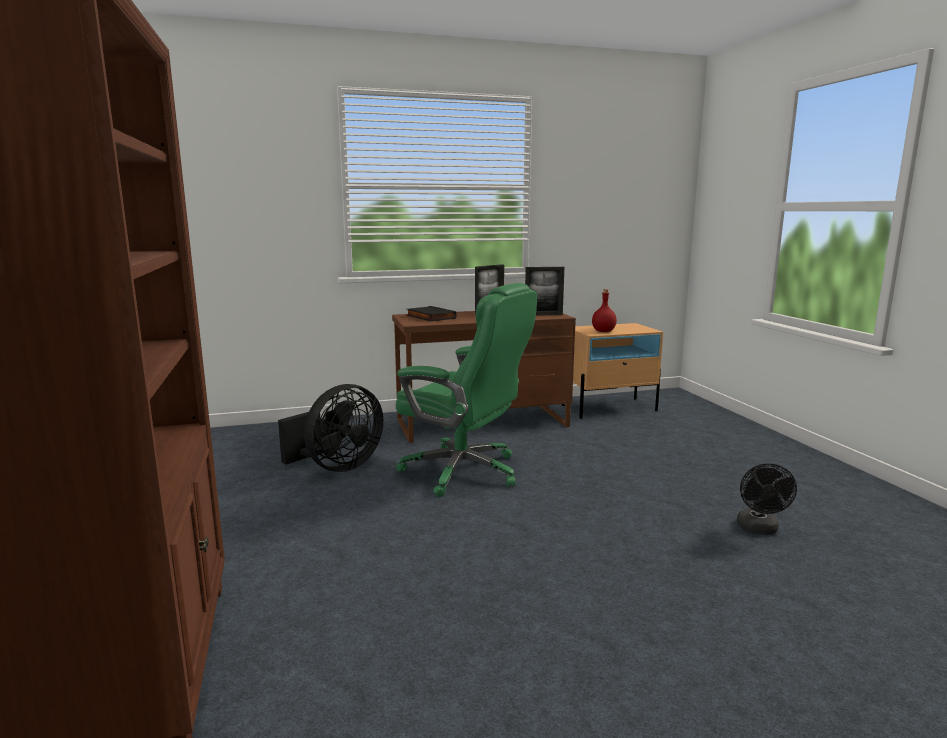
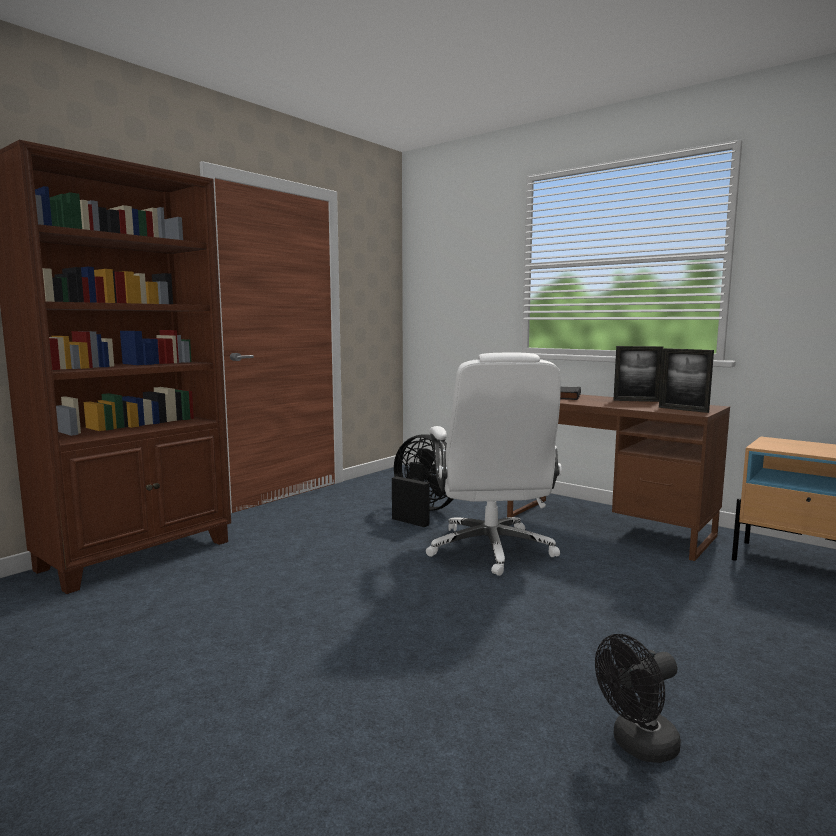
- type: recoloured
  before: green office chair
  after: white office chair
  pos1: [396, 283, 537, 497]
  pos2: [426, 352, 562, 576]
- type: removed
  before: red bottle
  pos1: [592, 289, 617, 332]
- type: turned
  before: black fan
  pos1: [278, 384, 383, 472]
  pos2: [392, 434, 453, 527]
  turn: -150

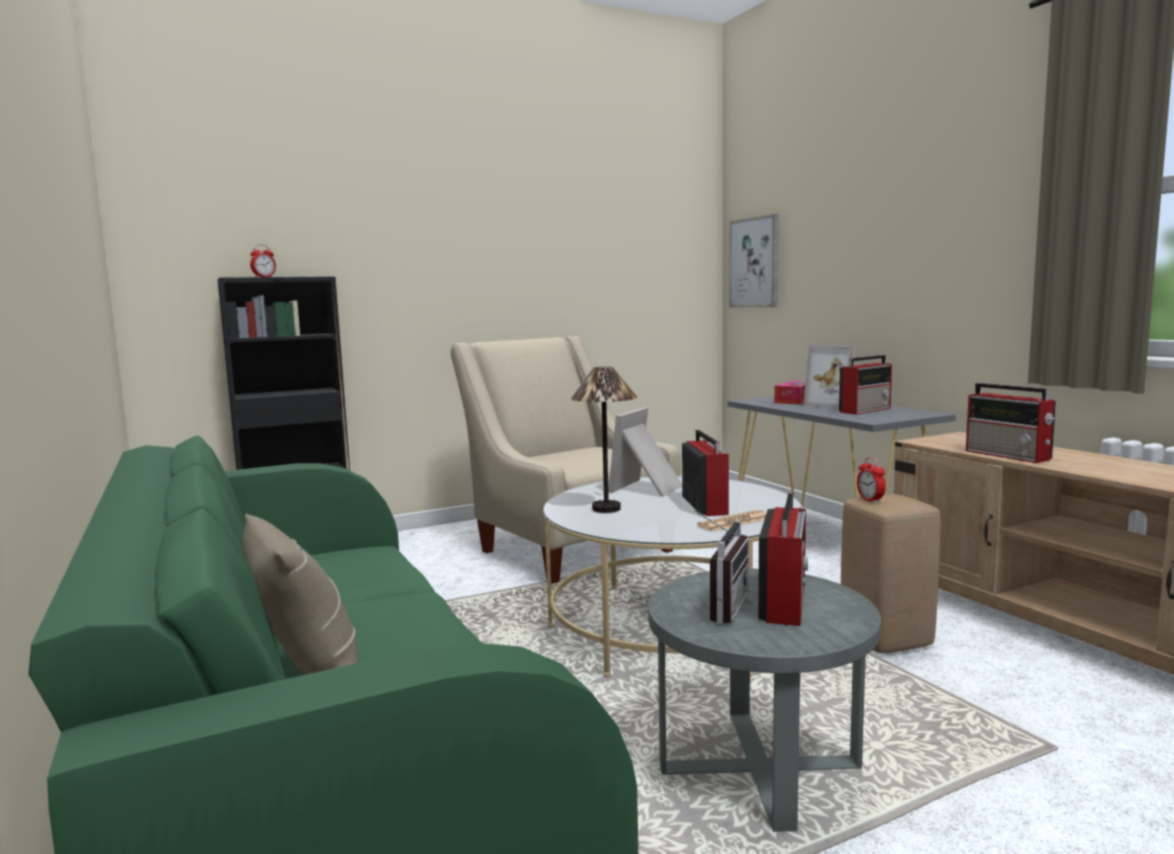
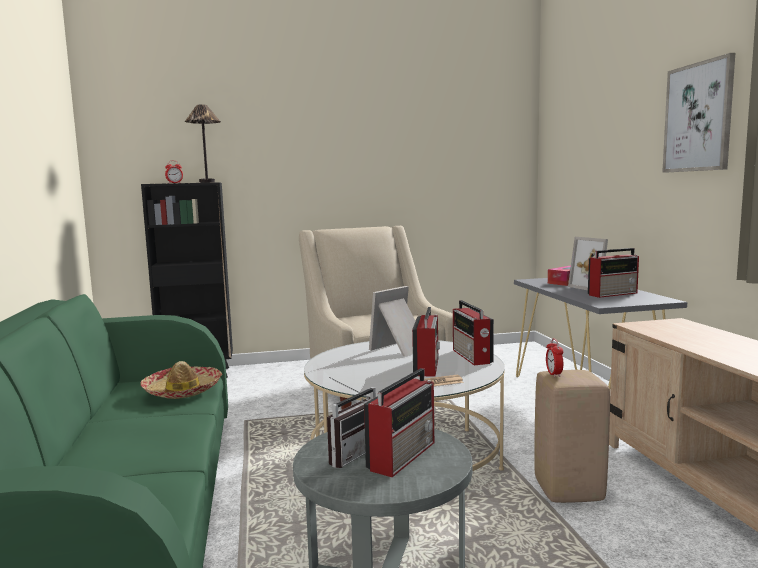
- type: moved
  before: picture
  pos1: [729, 214, 779, 308]
  pos2: [662, 53, 735, 173]
- type: moved
  before: table lamp
  pos1: [571, 367, 637, 513]
  pos2: [185, 104, 221, 183]
- type: moved
  before: radio
  pos1: [966, 383, 1056, 463]
  pos2: [453, 300, 494, 365]
- type: removed
  before: beige pillow
  pos1: [242, 514, 359, 675]
- type: added
  after: hat
  pos2: [140, 361, 222, 399]

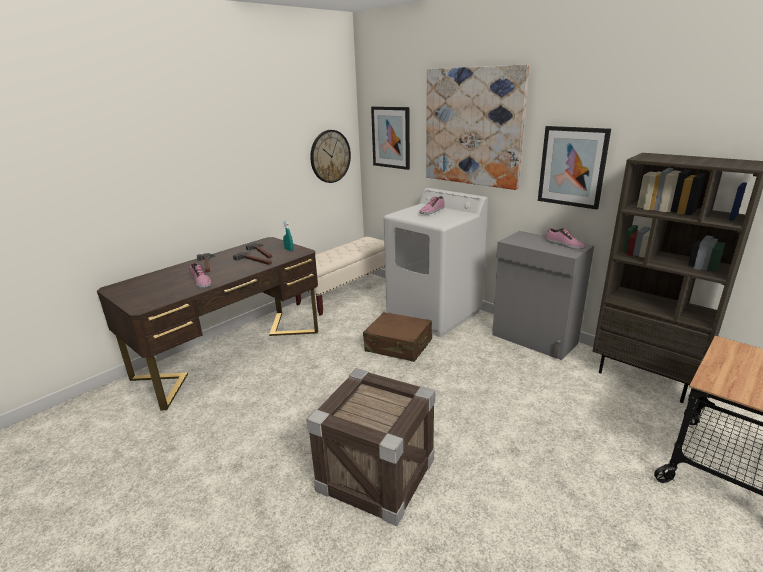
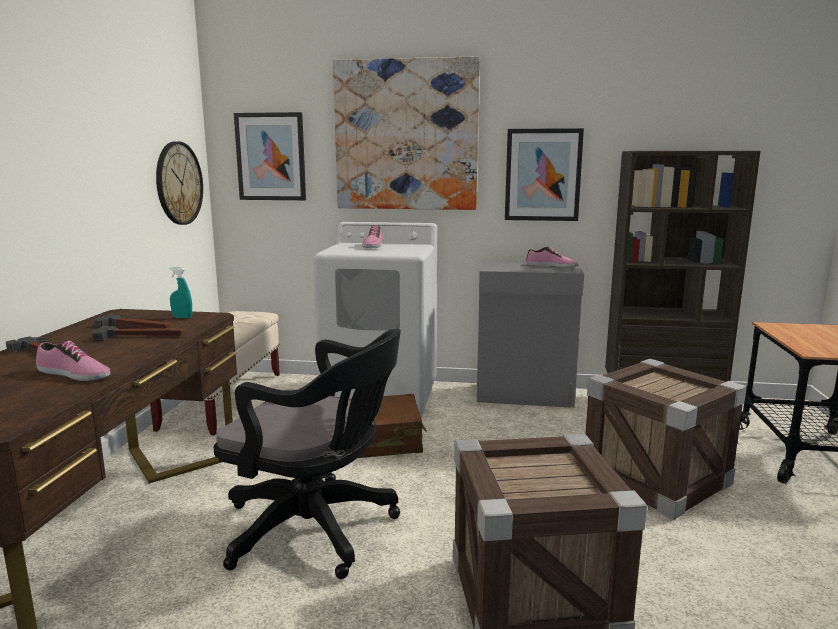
- type: added
  after: black office chair
  pos2: [214, 329, 401, 579]
- type: added
  after: crate
  pos2: [585, 359, 747, 520]

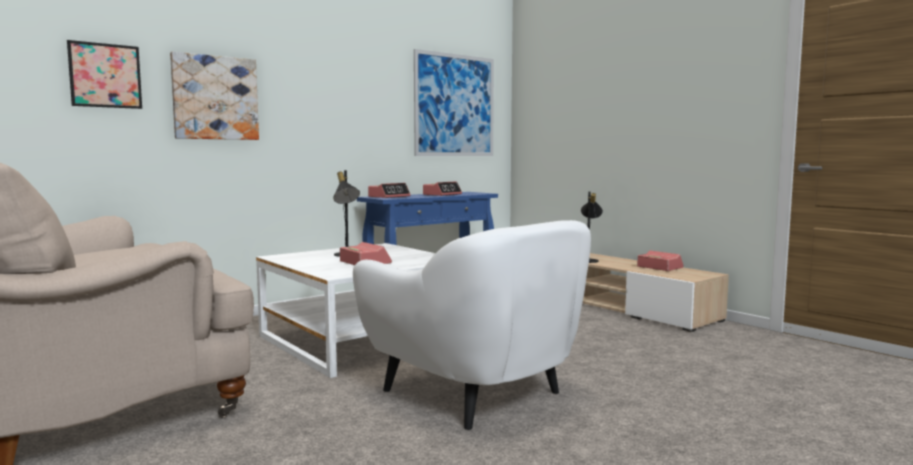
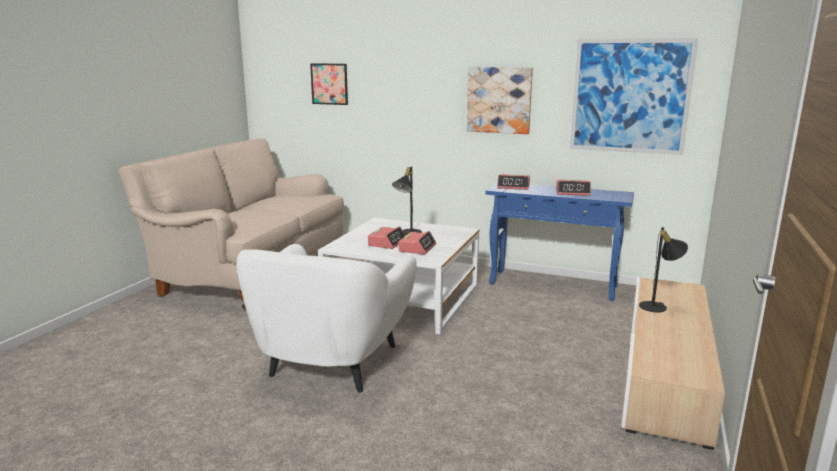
- type: moved
  before: picture
  pos1: [170, 52, 259, 140]
  pos2: [467, 67, 533, 134]
- type: moved
  before: alarm clock
  pos1: [637, 251, 684, 271]
  pos2: [399, 231, 436, 254]

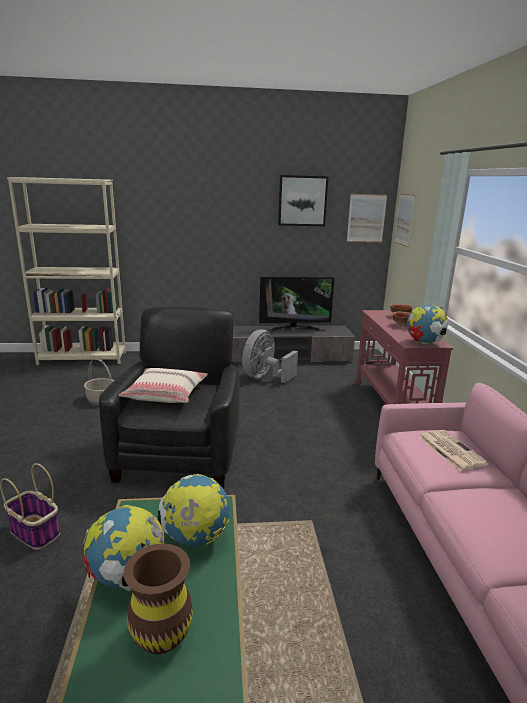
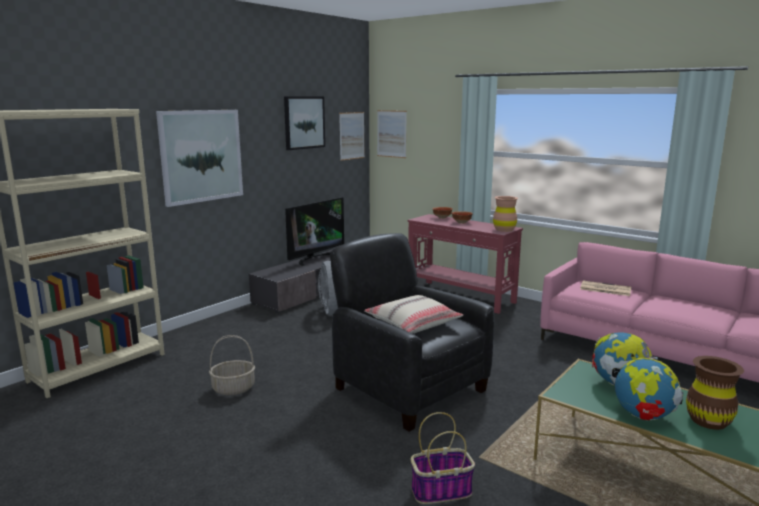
- type: replaced
  before: globe
  after: brown vase
  pos1: [407, 304, 448, 344]
  pos2: [493, 196, 518, 232]
- type: added
  after: picture
  pos2: [156, 110, 243, 207]

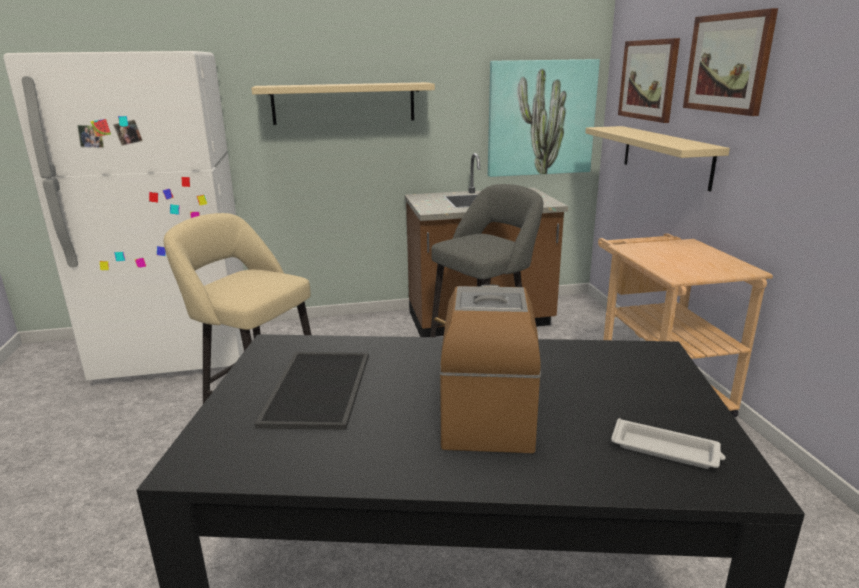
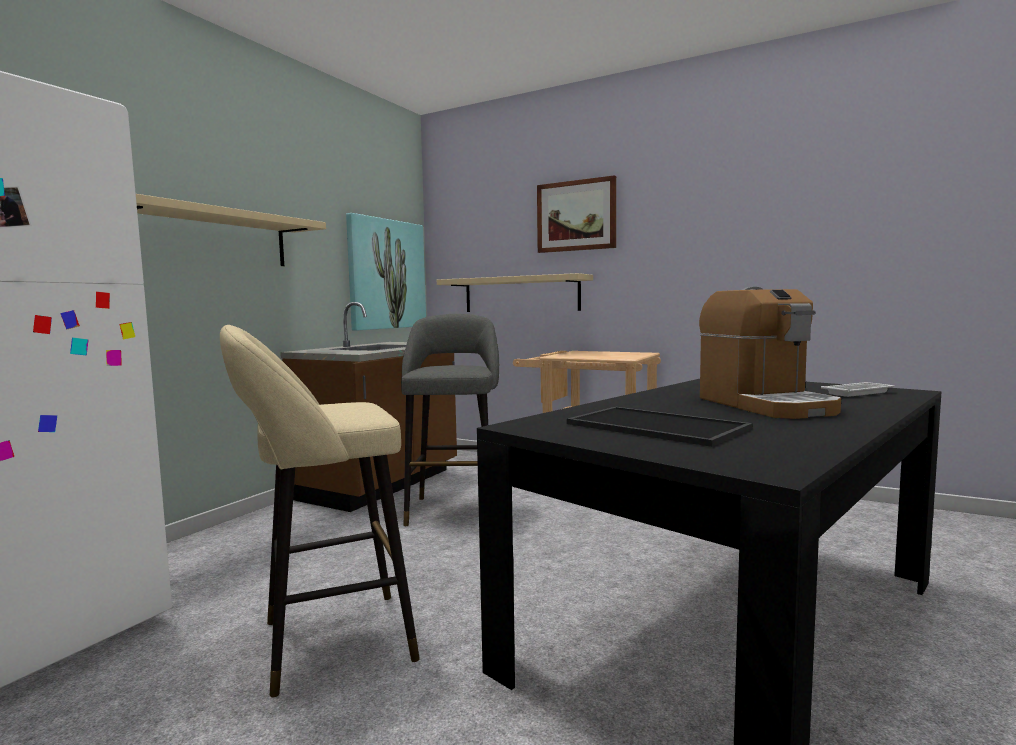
- type: removed
  before: picture
  pos1: [618, 38, 680, 123]
- type: turned
  before: coffee machine
  pos1: [439, 284, 541, 453]
  pos2: [699, 287, 841, 419]
  turn: -150

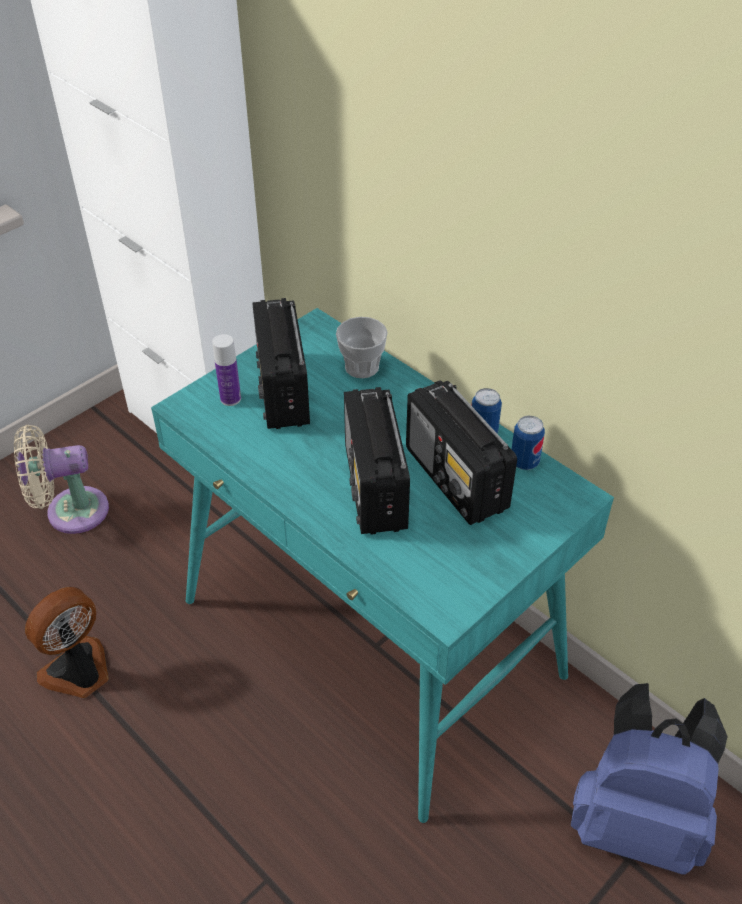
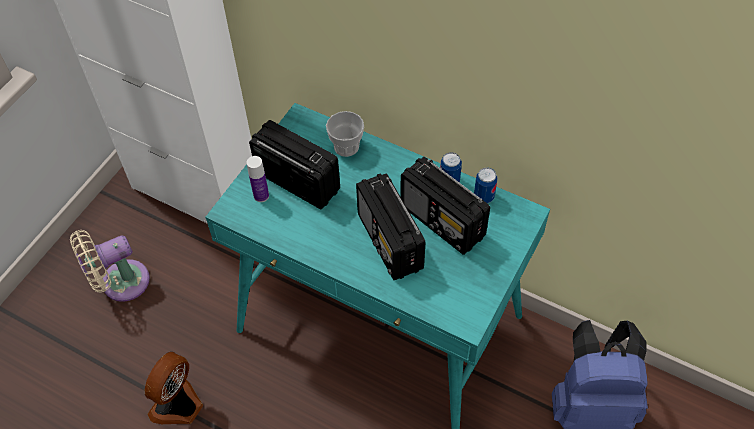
- type: turned
  before: radio
  pos1: [252, 298, 310, 429]
  pos2: [249, 120, 340, 209]
  turn: 150

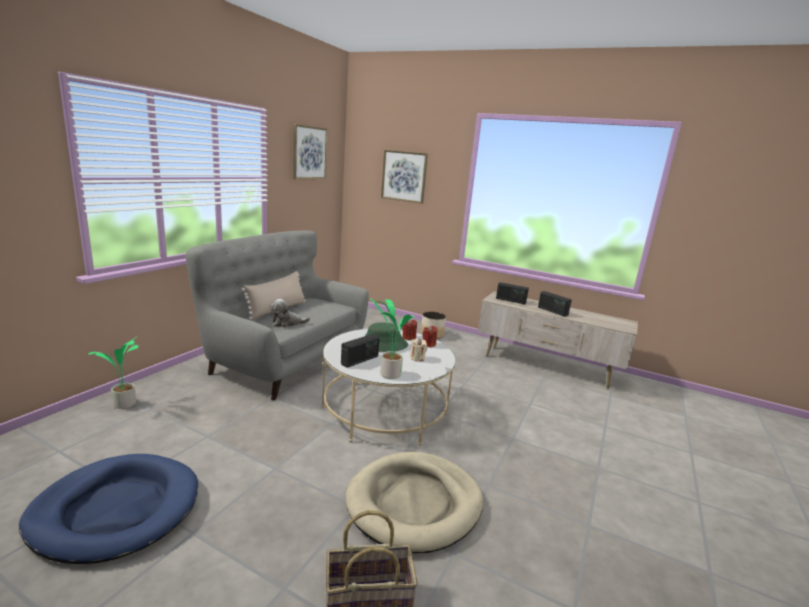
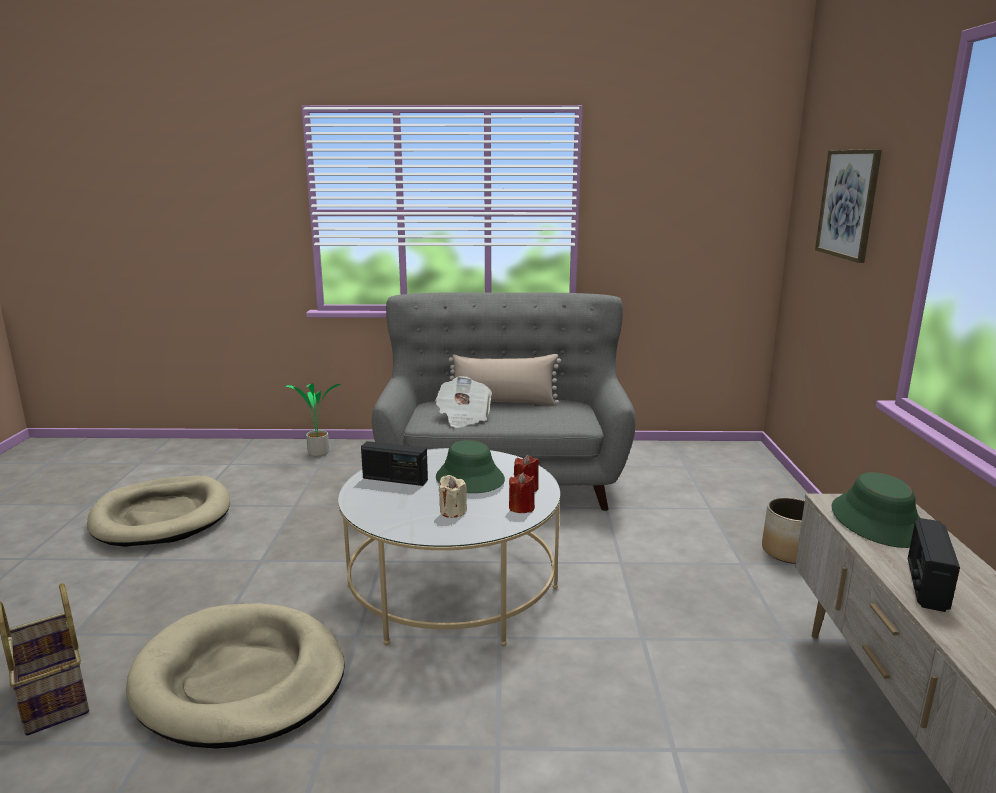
- type: removed
  before: picture
  pos1: [293, 124, 328, 179]
- type: replaced
  before: radio
  after: green hat
  pos1: [496, 282, 529, 304]
  pos2: [832, 472, 920, 548]
- type: removed
  before: potted plant
  pos1: [369, 298, 414, 379]
- type: replaced
  before: plush toy
  after: newspaper
  pos1: [270, 299, 310, 327]
  pos2: [435, 376, 492, 428]
- type: recoloured
  before: blue dog bed
  after: beige dog bed
  pos1: [19, 454, 198, 564]
  pos2: [87, 476, 230, 547]

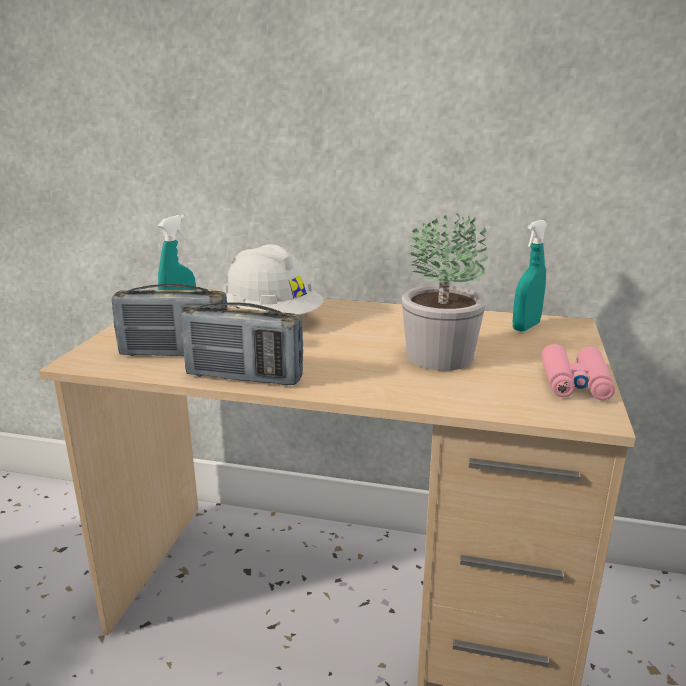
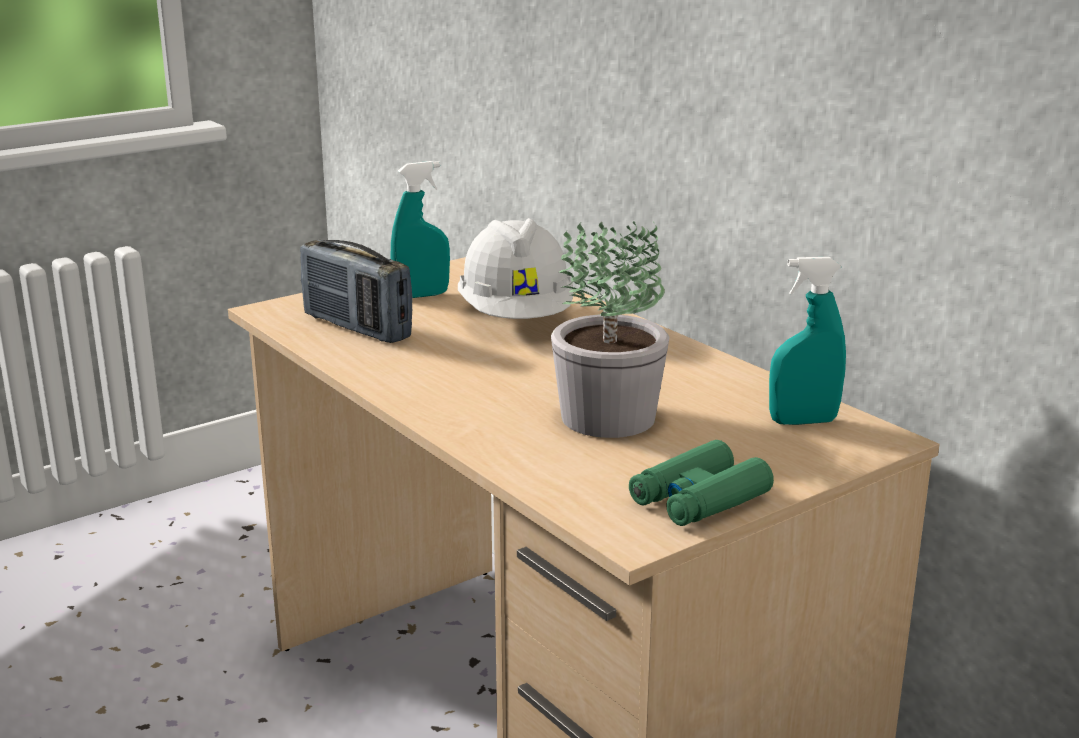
- type: removed
  before: radio
  pos1: [181, 302, 303, 385]
- type: recoloured
  before: pink binoculars
  after: green binoculars
  pos1: [541, 344, 615, 400]
  pos2: [629, 440, 774, 526]

